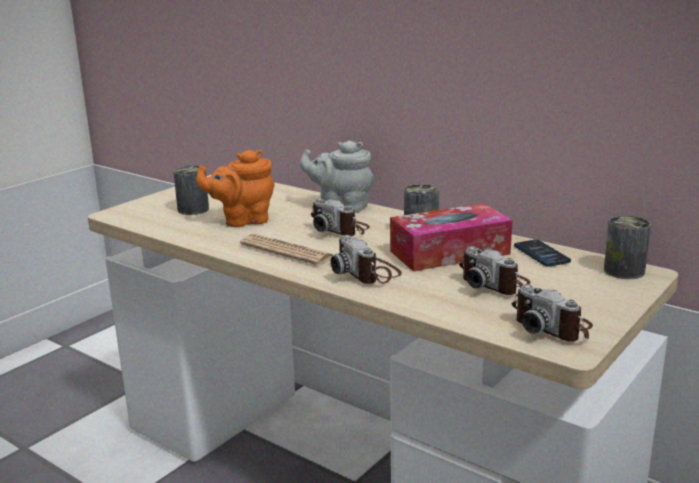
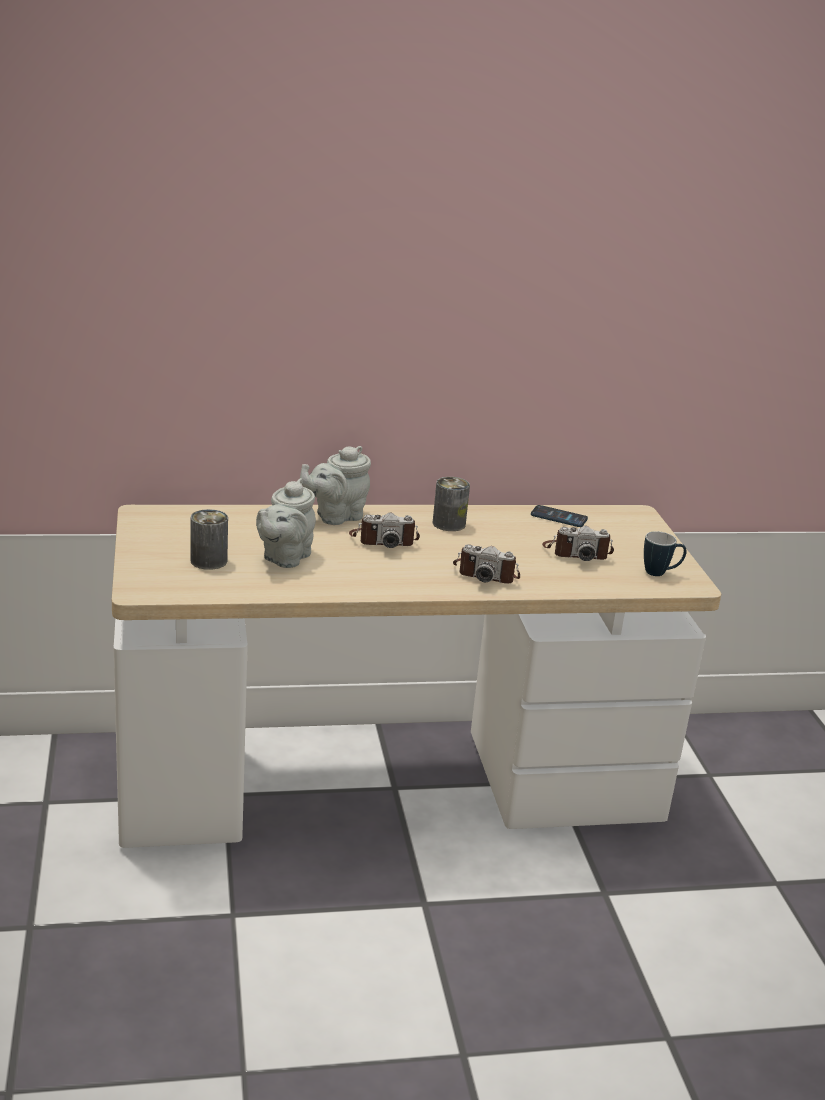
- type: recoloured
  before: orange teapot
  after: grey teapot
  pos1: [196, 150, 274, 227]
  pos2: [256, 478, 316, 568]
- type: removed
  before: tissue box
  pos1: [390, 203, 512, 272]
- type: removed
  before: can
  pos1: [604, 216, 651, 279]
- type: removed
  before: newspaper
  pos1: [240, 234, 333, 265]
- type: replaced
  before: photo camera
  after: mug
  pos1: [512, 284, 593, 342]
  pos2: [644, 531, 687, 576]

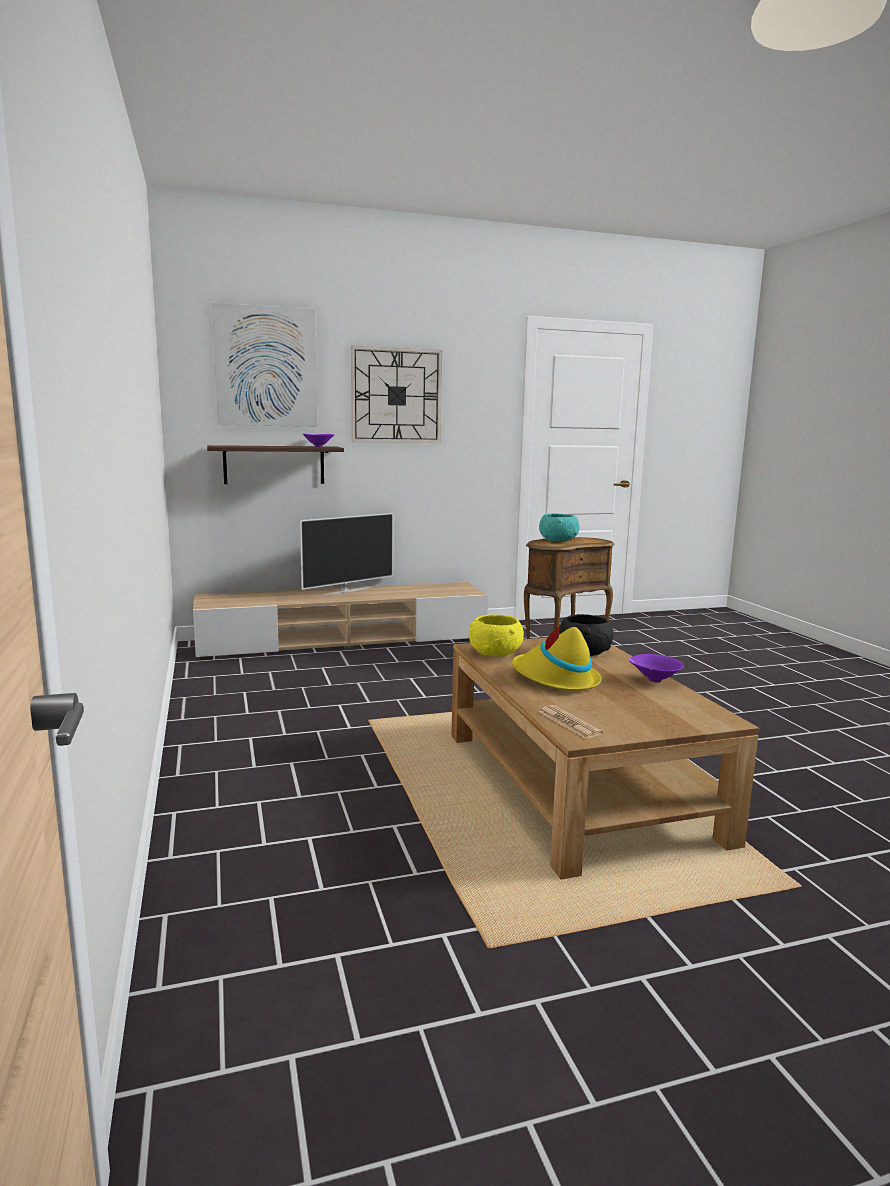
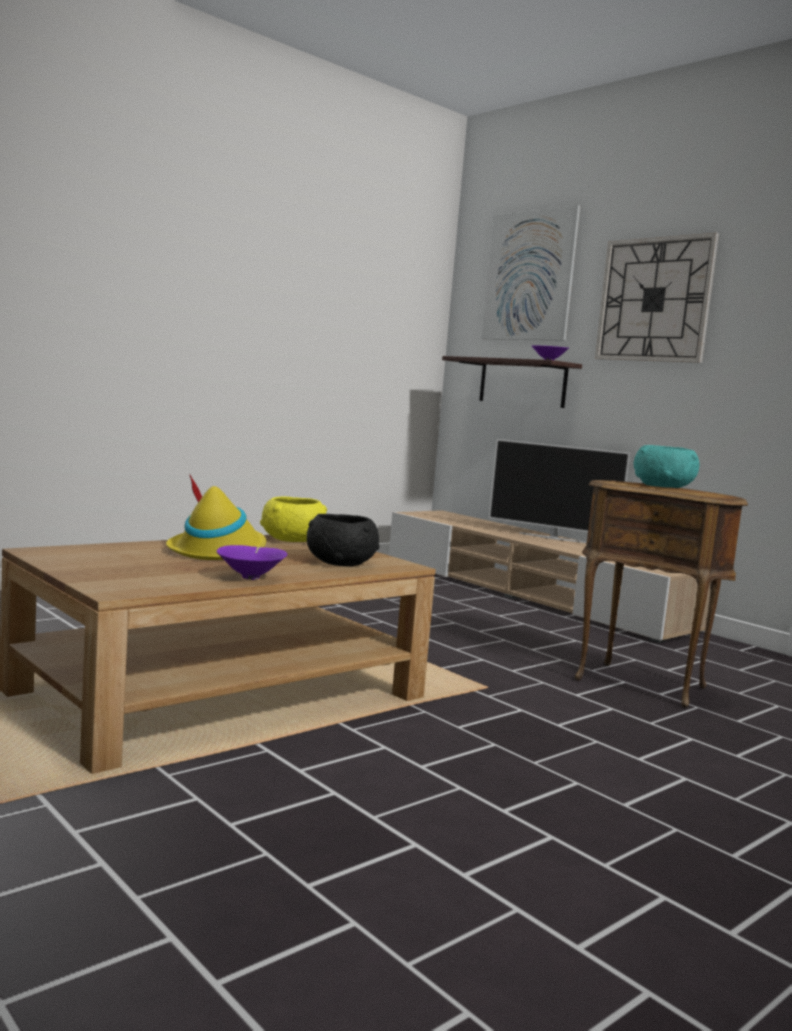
- type: removed
  before: newspaper
  pos1: [539, 705, 603, 739]

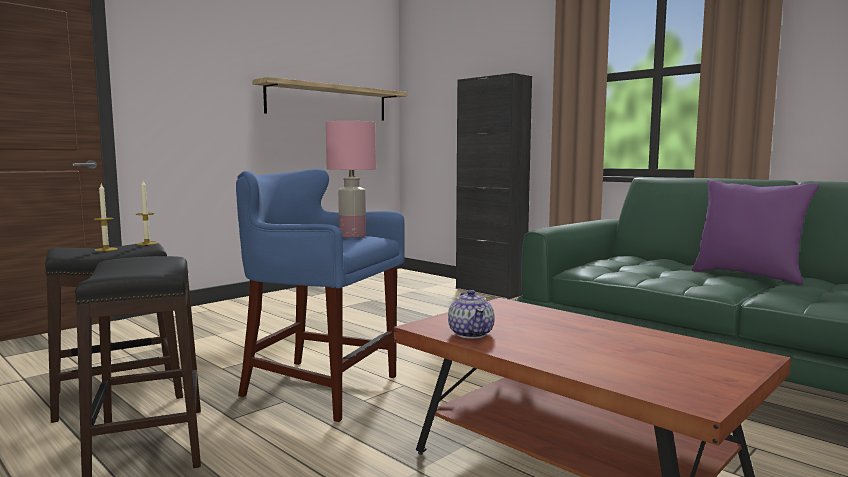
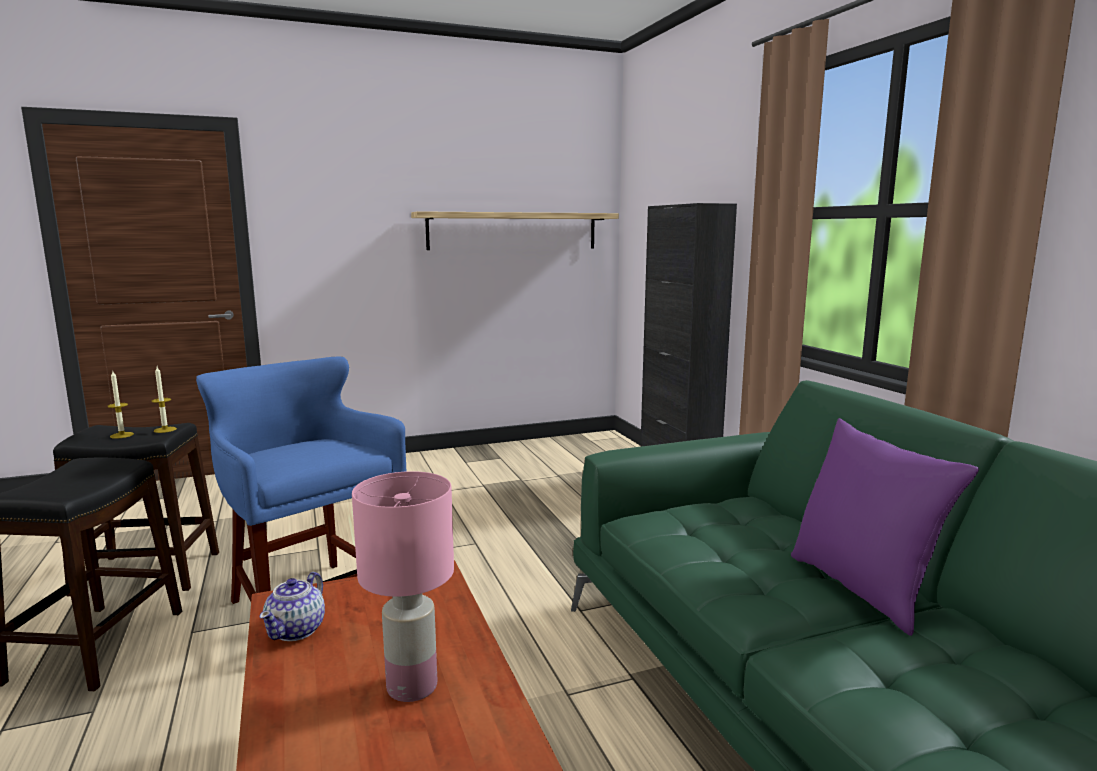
- type: moved
  before: pink table lamp
  pos1: [326, 121, 376, 238]
  pos2: [352, 471, 454, 702]

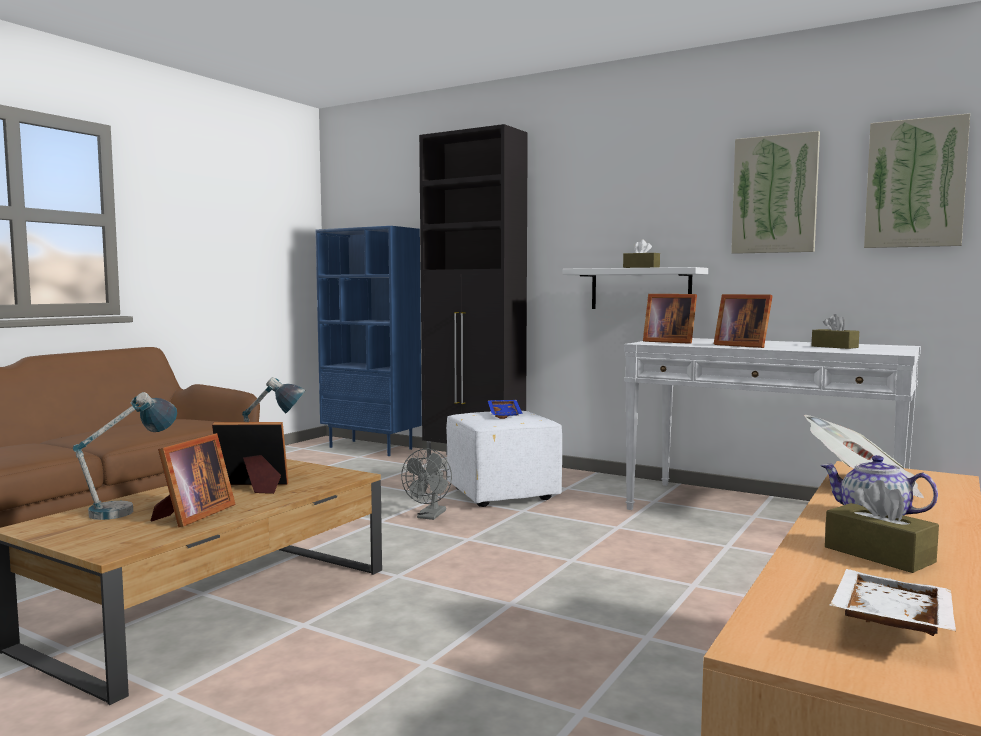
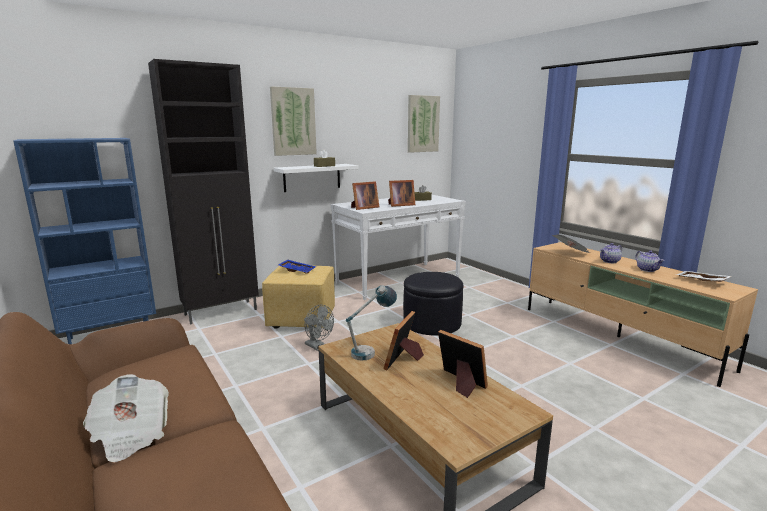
- type: moved
  before: picture
  pos1: [731, 131, 820, 254]
  pos2: [270, 86, 317, 156]
- type: removed
  before: table lamp
  pos1: [72, 392, 177, 520]
- type: recoloured
  before: white ottoman
  after: yellow ottoman
  pos1: [446, 411, 562, 507]
  pos2: [262, 266, 335, 329]
- type: replaced
  before: brown tissue box
  after: teapot
  pos1: [825, 480, 939, 573]
  pos2: [635, 251, 664, 272]
- type: added
  after: black ottoman
  pos2: [403, 272, 463, 336]
- type: added
  after: newspaper
  pos2: [83, 374, 169, 462]

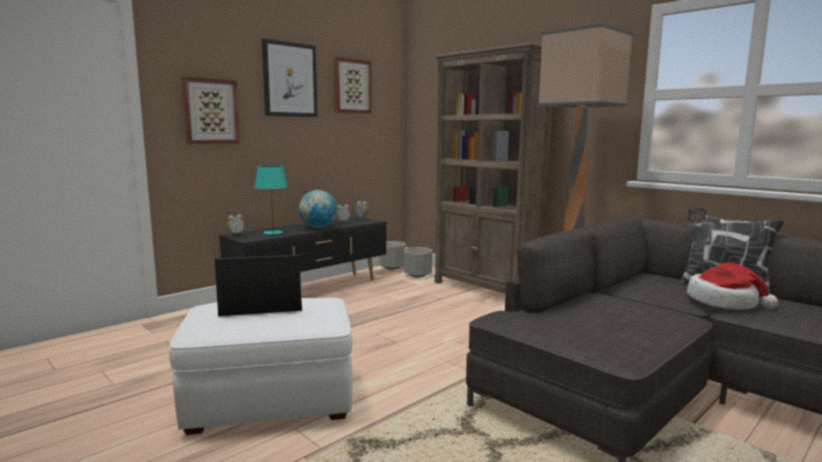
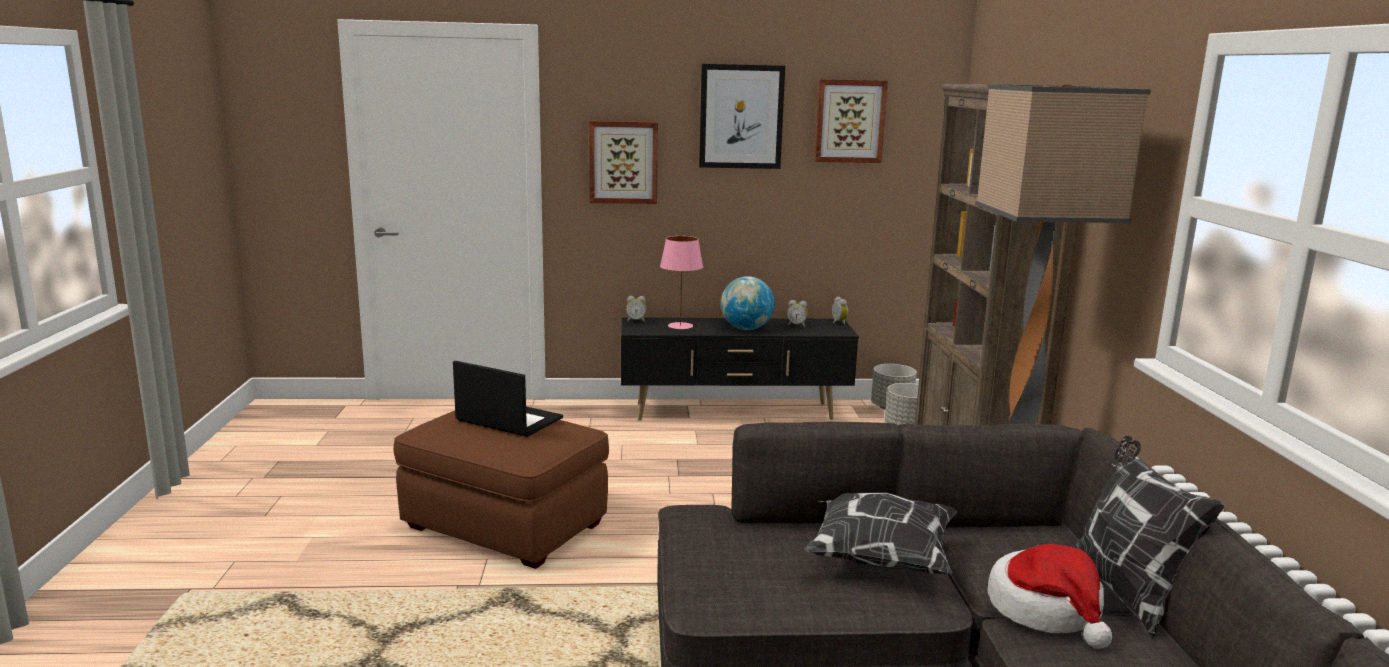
- type: recoloured
  before: turquoise table lamp
  after: pink table lamp
  pos1: [254, 165, 288, 234]
  pos2: [660, 236, 703, 329]
- type: recoloured
  before: white ottoman
  after: brown ottoman
  pos1: [169, 297, 353, 435]
  pos2: [394, 411, 609, 569]
- type: added
  after: pillow
  pos2: [805, 493, 957, 574]

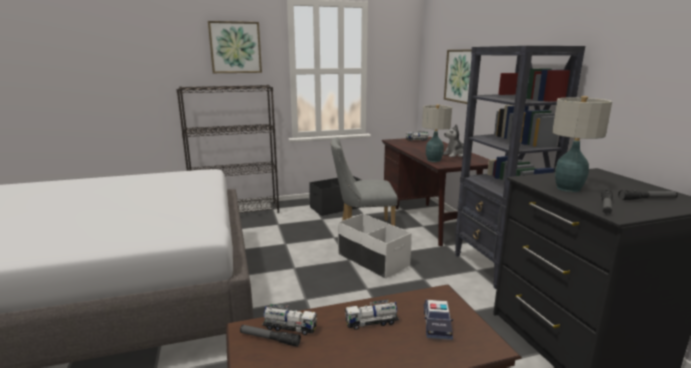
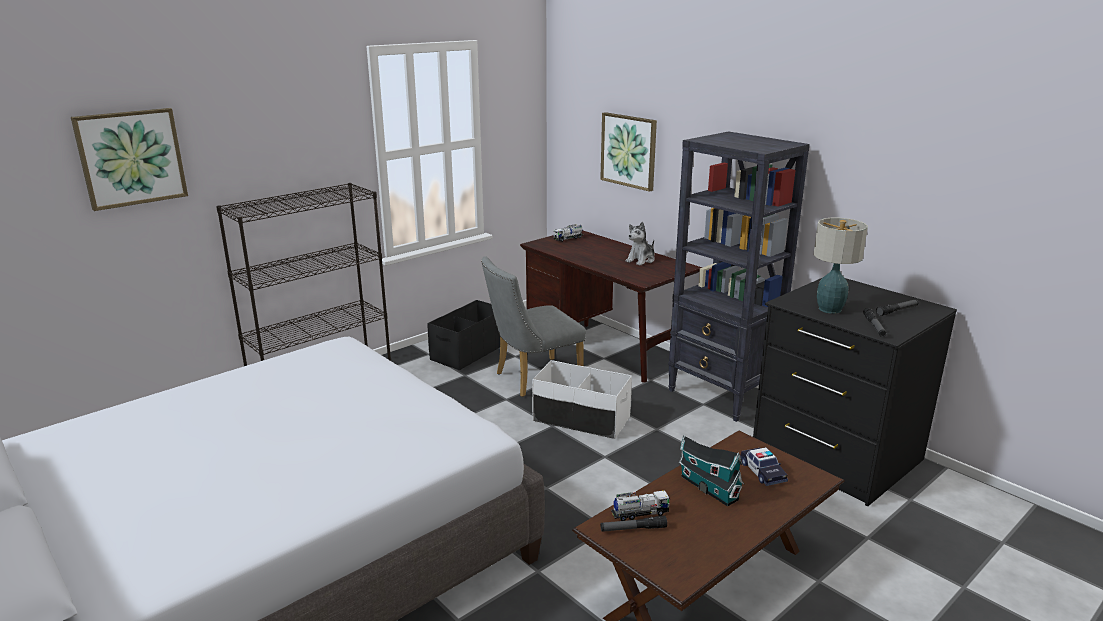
- type: moved
  before: picture
  pos1: [208, 21, 262, 73]
  pos2: [71, 108, 188, 211]
- type: removed
  before: table lamp
  pos1: [422, 104, 452, 162]
- type: replaced
  before: toy truck
  after: toy house
  pos1: [345, 299, 399, 330]
  pos2: [679, 435, 744, 506]

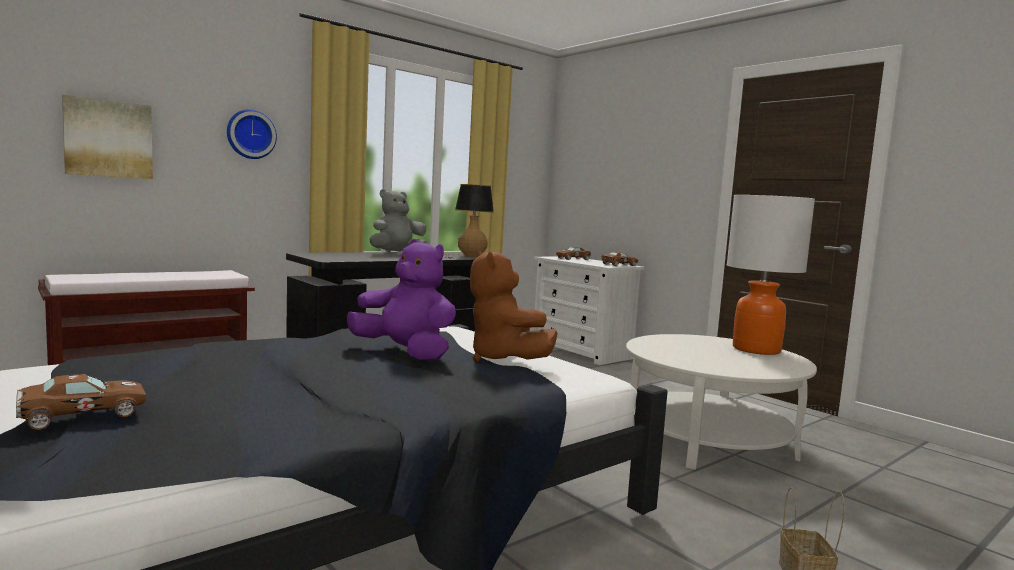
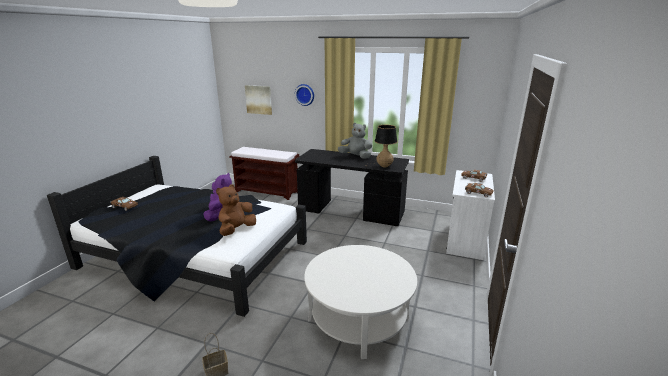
- type: removed
  before: table lamp
  pos1: [727, 195, 815, 355]

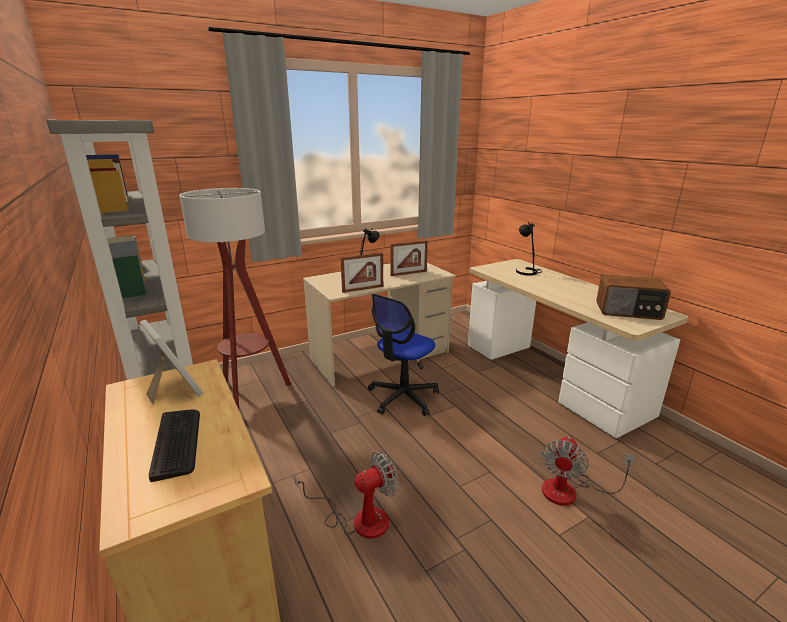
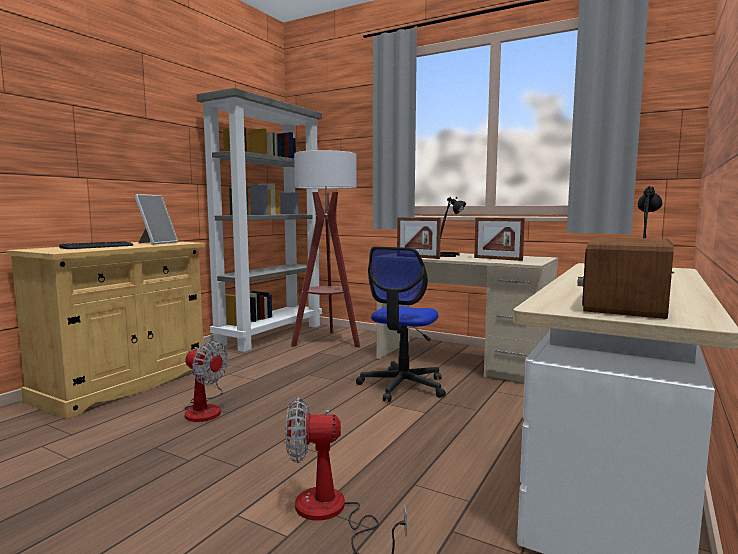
- type: turned
  before: radio
  pos1: [596, 275, 671, 320]
  pos2: [577, 237, 674, 319]
  turn: 45
- type: turned
  before: office chair
  pos1: [368, 294, 439, 416]
  pos2: [356, 246, 446, 402]
  turn: -75

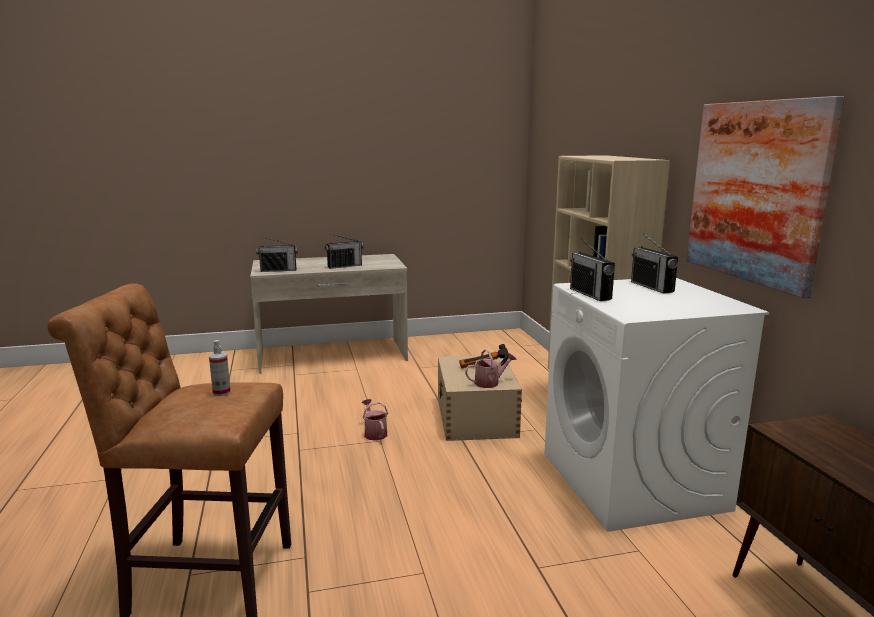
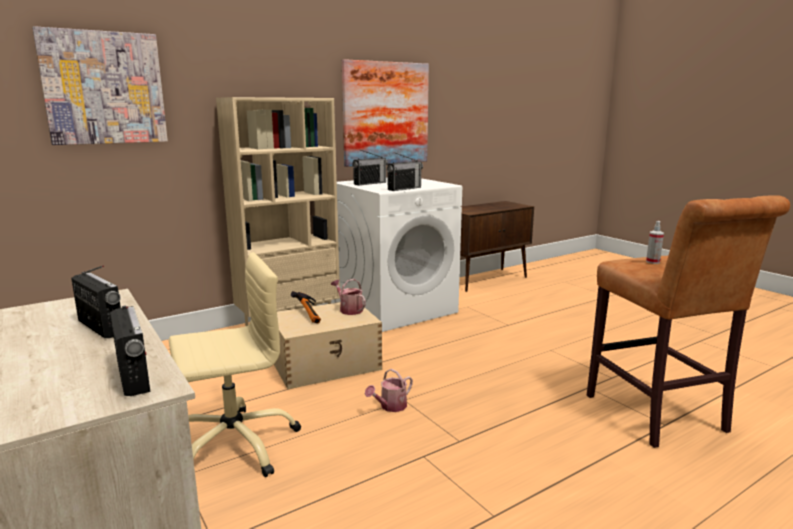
- type: added
  after: picture
  pos2: [32, 26, 168, 145]
- type: added
  after: beige office chair
  pos2: [169, 252, 301, 477]

